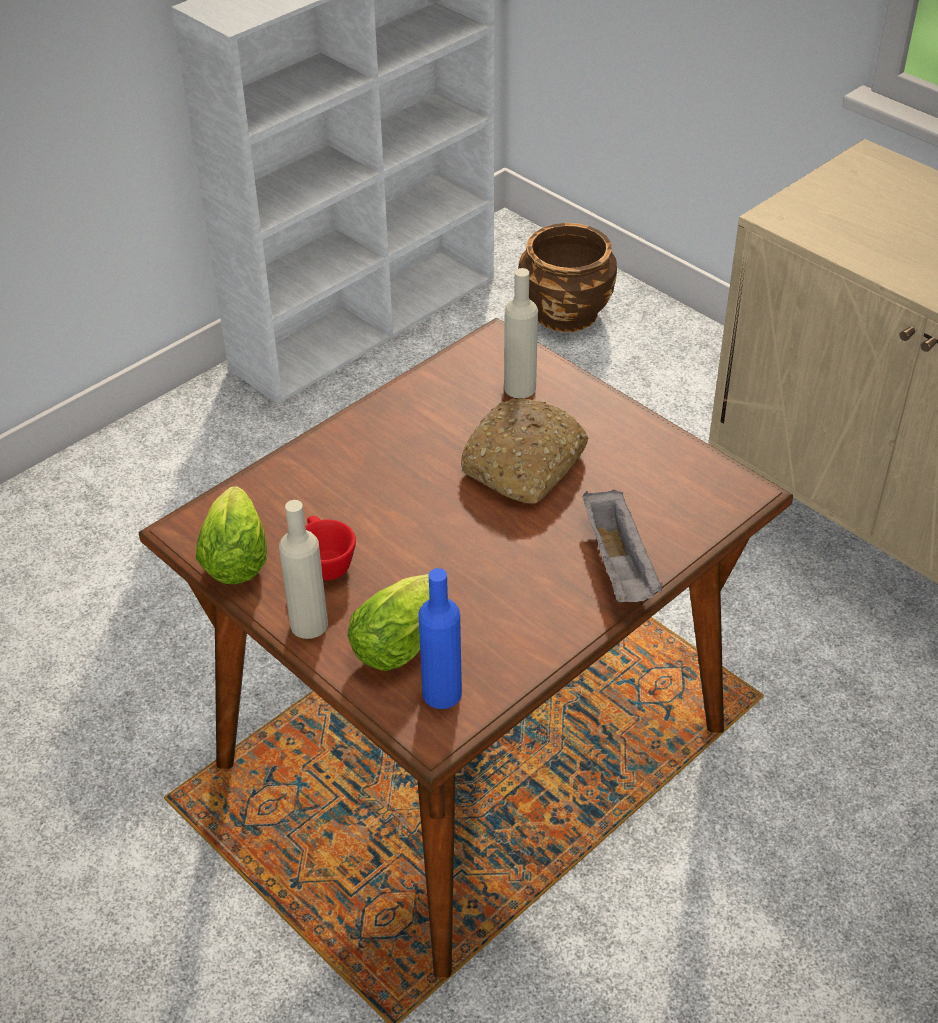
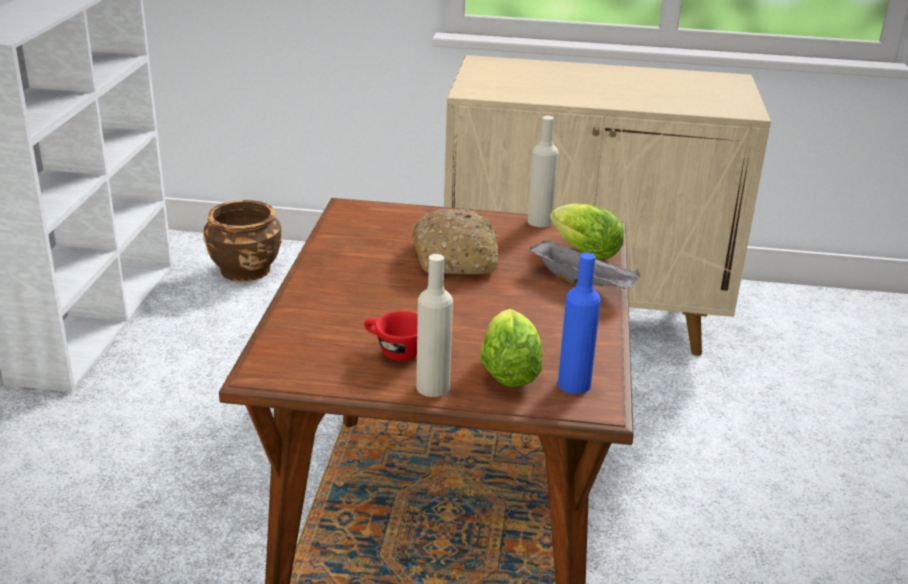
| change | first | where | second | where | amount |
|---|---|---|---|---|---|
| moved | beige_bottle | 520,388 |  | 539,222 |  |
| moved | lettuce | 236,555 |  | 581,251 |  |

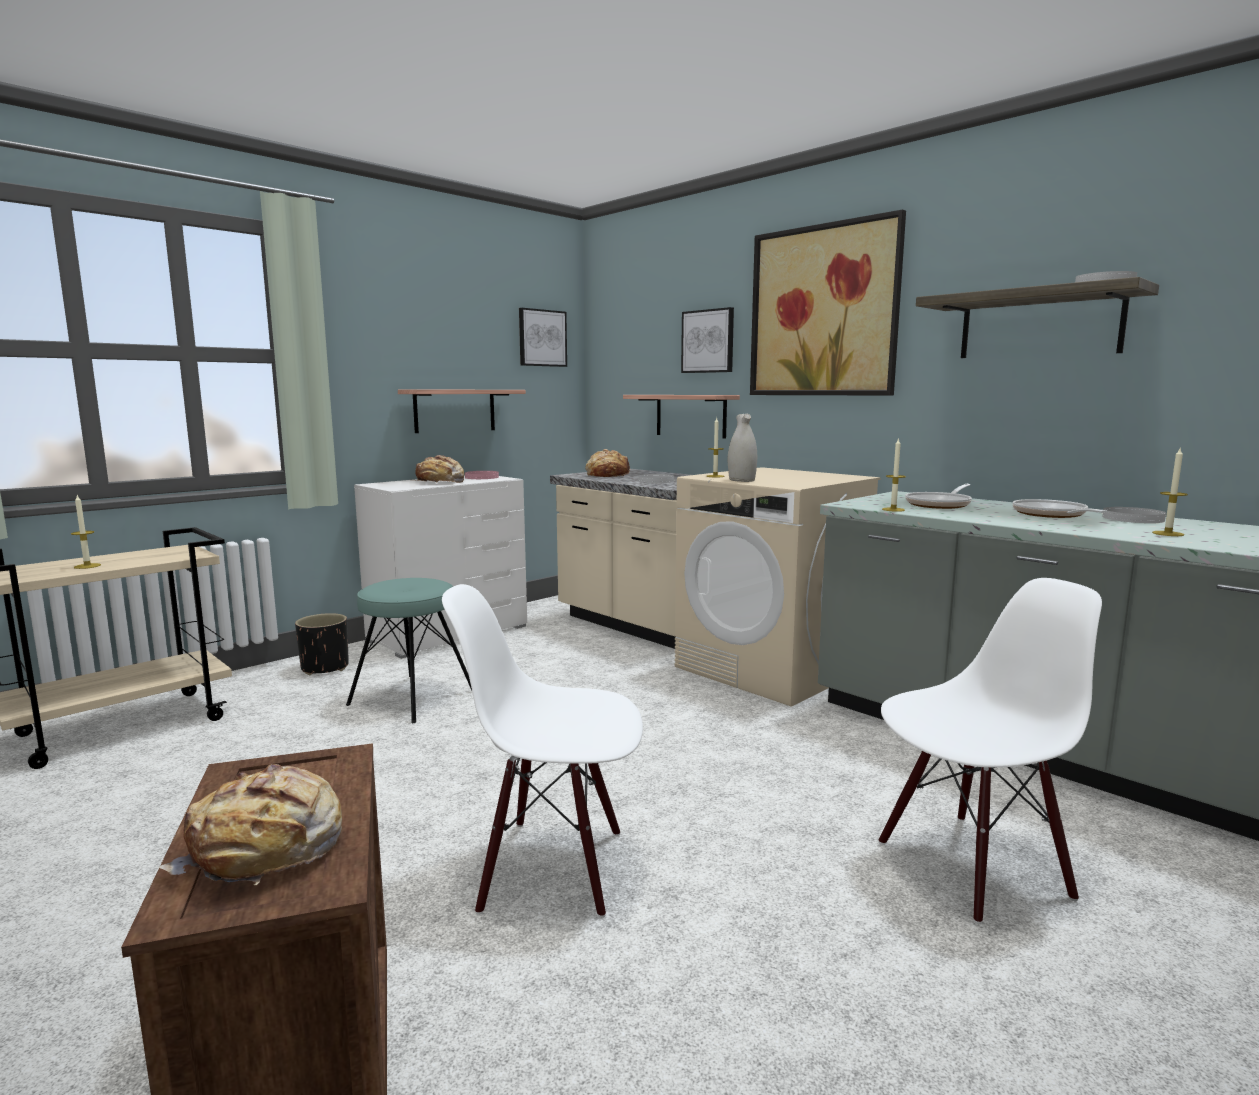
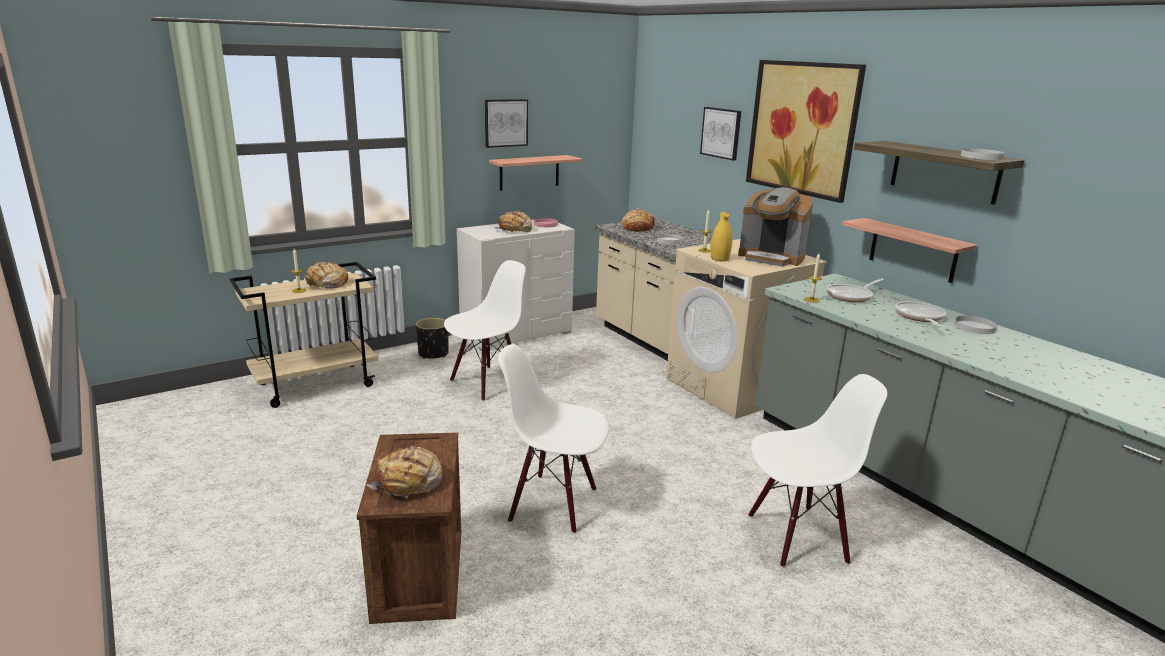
| change | first | where | second | where | amount |
|---|---|---|---|---|---|
| moved | picture | 542,338 |  | 505,123 |  |
| moved | shelf | 690,415 |  | 913,250 |  |
| recoloured | white_vase | 741,480 | yellow_vase | 719,258 |  |
| removed | candle | 1168,533 |  |  |  |
| replaced | turquoise_stool | 412,698 | white_chair | 487,383 |  |
| added |  |  | coffee_machine | 771,258 |  |
| added |  |  | bread | 326,283 |  |

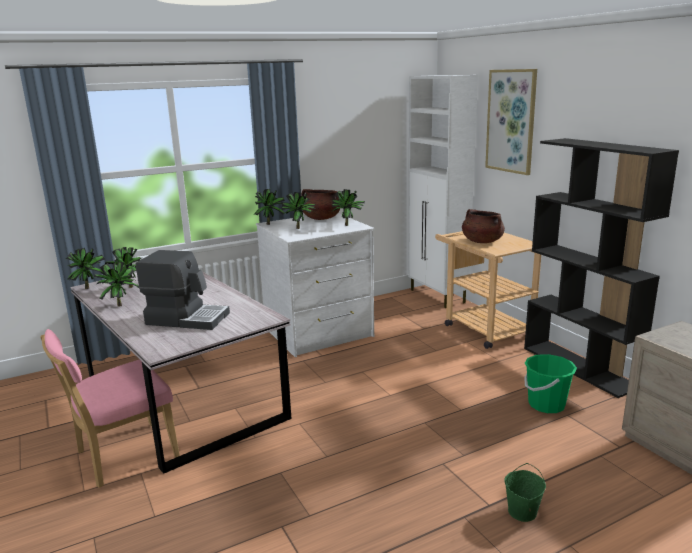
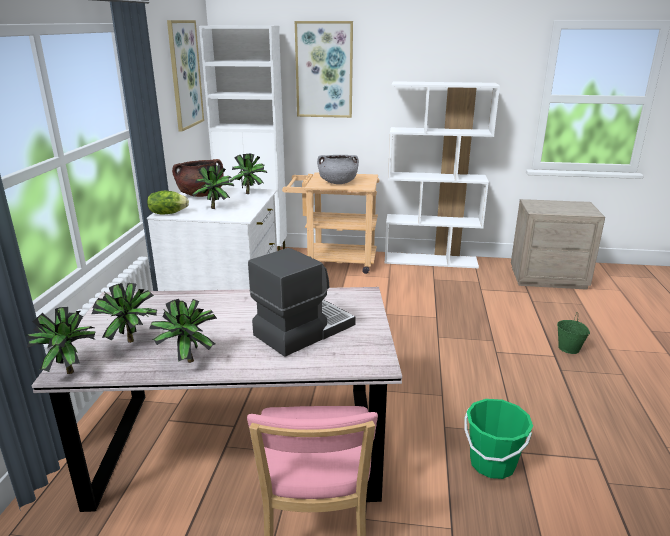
| change | first | where | second | where | amount |
|---|---|---|---|---|---|
| recoloured | black_bookcase | 580,367 | white_bookcase | 431,260 |  |
| replaced | potted_plant | 270,224 | lettuce | 168,213 |  |
| recoloured | brown_cooking_pot | 481,241 | grey_cooking_pot | 338,183 |  |
| moved | green_bucket | 546,405 |  | 492,463 |  |
| added |  |  | picture | 184,75 |  |

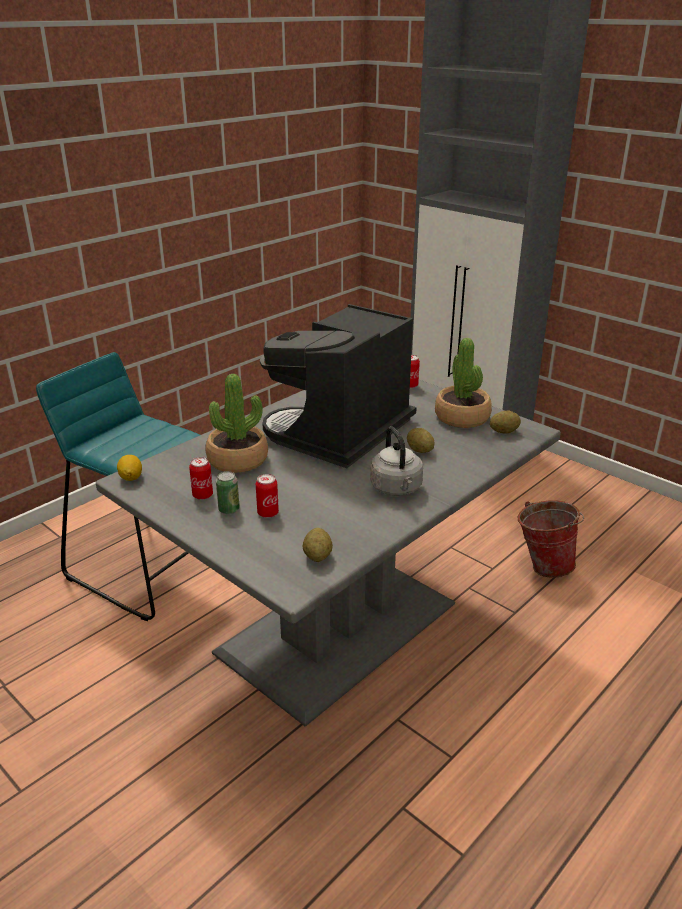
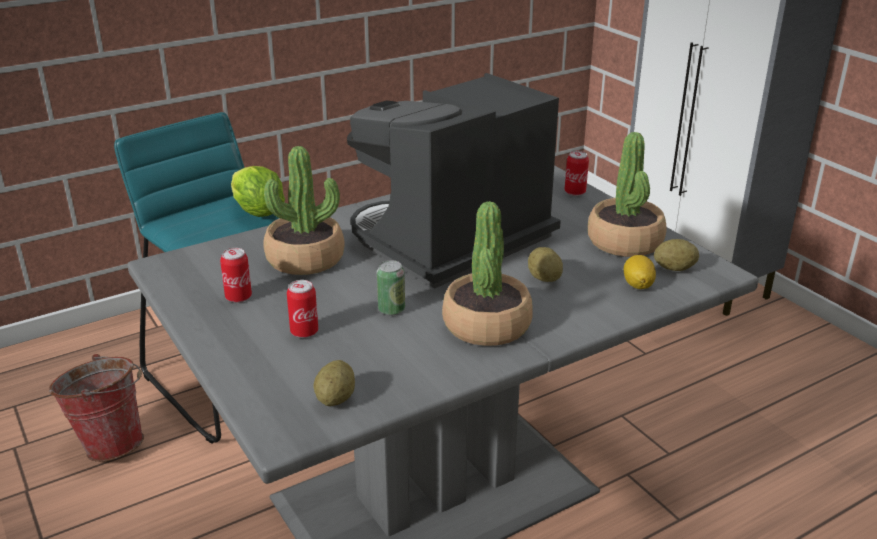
| change | first | where | second | where | amount |
|---|---|---|---|---|---|
| replaced | grey_kettle | 397,489 | potted_plant | 487,325 |  |
| moved | lemon | 131,477 |  | 638,285 |  |
| moved | can | 229,509 |  | 391,310 |  |
| moved | bucket | 543,565 |  | 111,442 |  |
| added |  |  | lettuce | 257,212 |  |

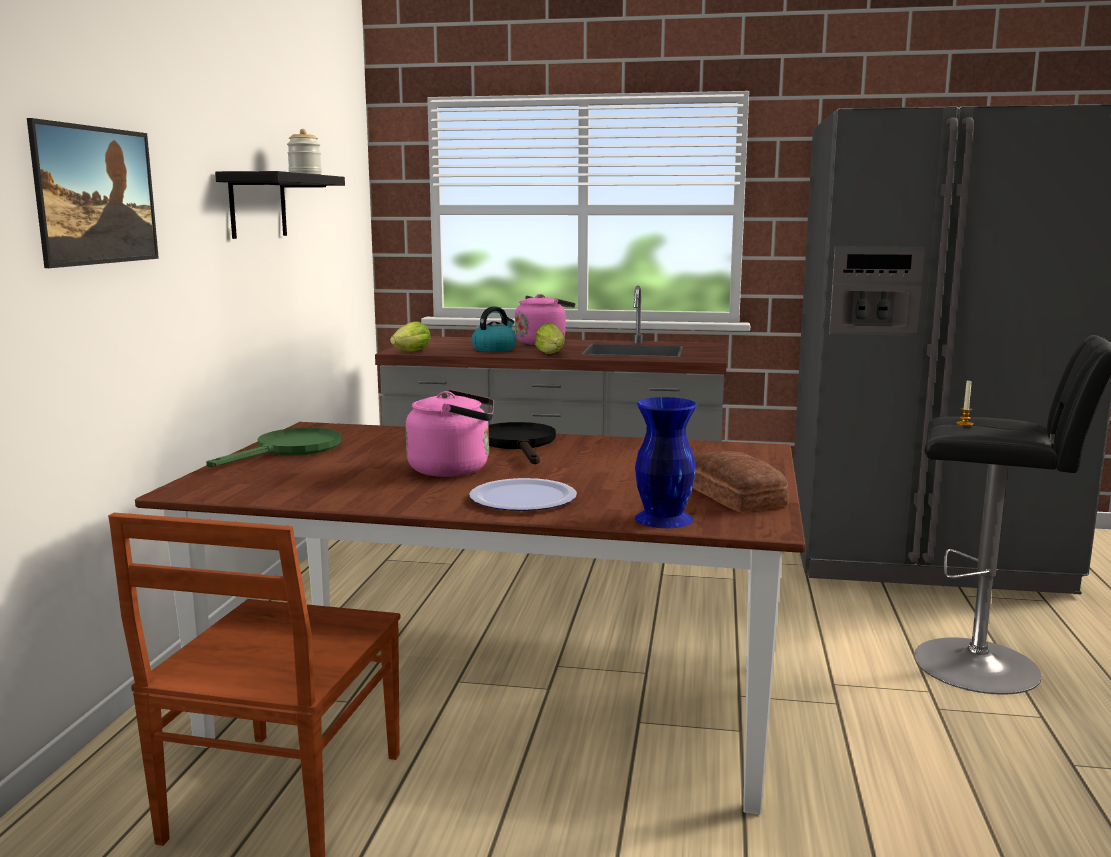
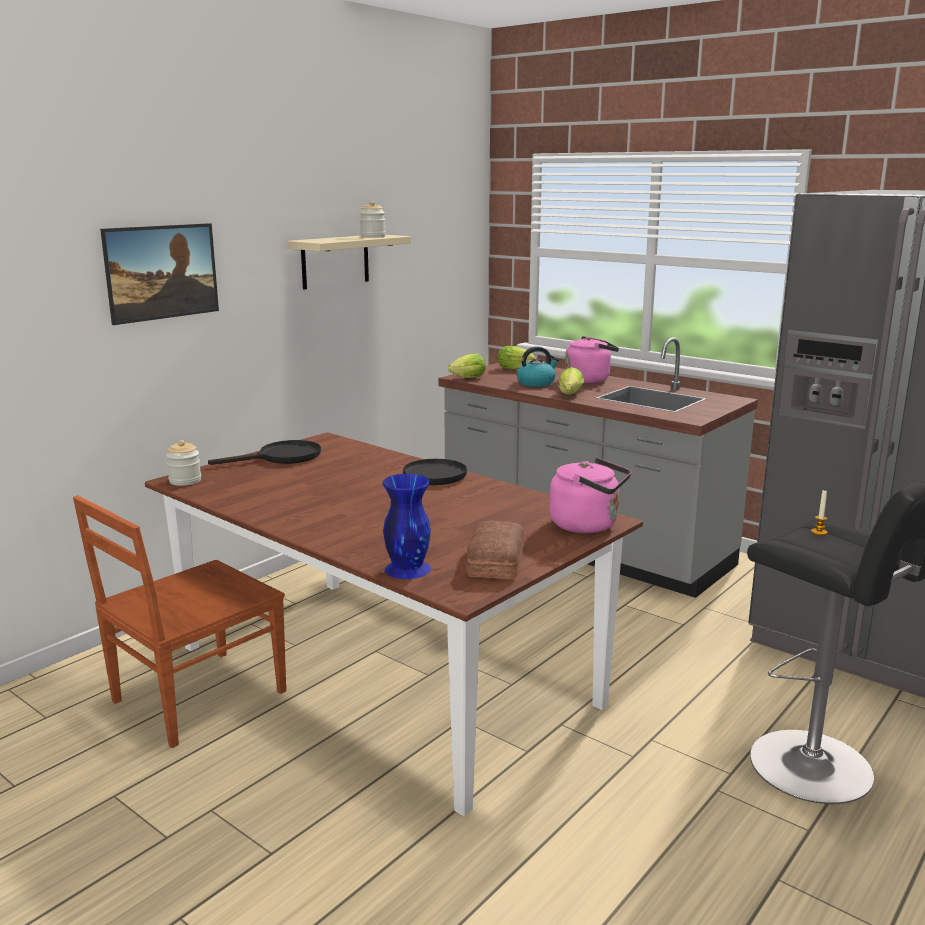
| change | first | where | second | where | amount |
|---|---|---|---|---|---|
| recoloured | black_shelf | 258,206 | beige_shelf | 335,261 |  |
| moved | pink_kettle | 454,469 |  | 588,525 |  |
| recoloured | green_frying_pan | 290,450 | black_frying_pan | 281,457 |  |
| removed | plate | 523,498 |  |  |  |
| added |  |  | lettuce | 516,369 |  |
| added |  |  | jar | 185,481 |  |

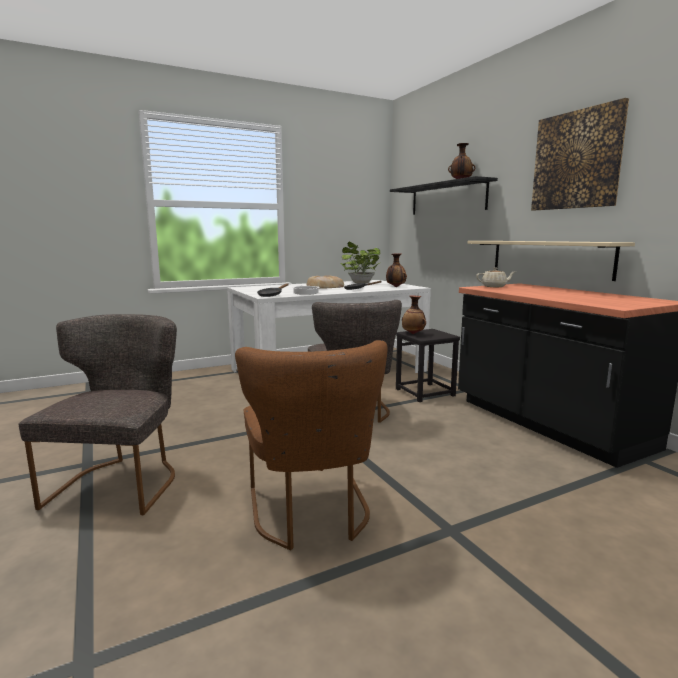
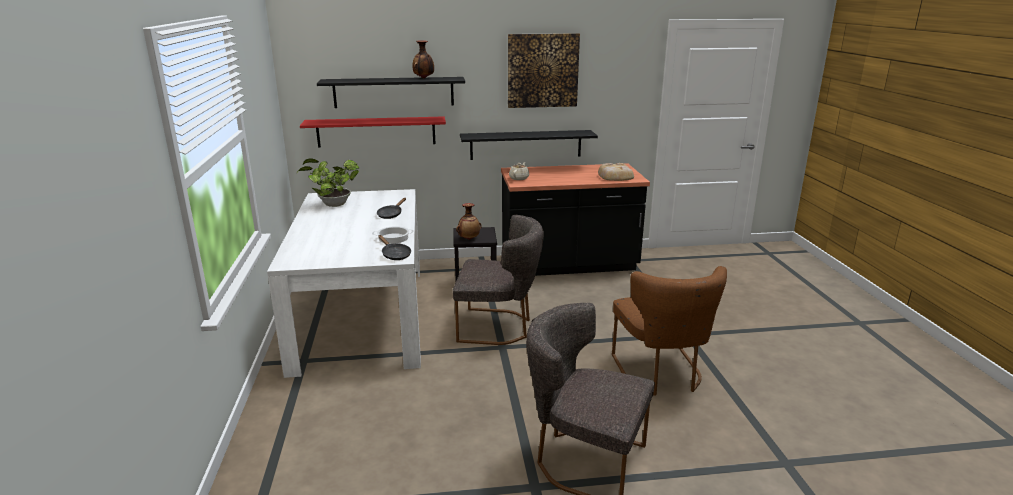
| change | first | where | second | where | amount |
|---|---|---|---|---|---|
| recoloured | beige_shelf | 549,258 | black_shelf | 526,144 |  |
| removed | vase | 395,287 |  |  |  |
| moved | bread | 324,287 |  | 615,176 |  |
| turned | brown_chair | 312,514 |  | 661,374 | 75 degrees clockwise |
| added |  |  | red_shelf | 376,131 |  |

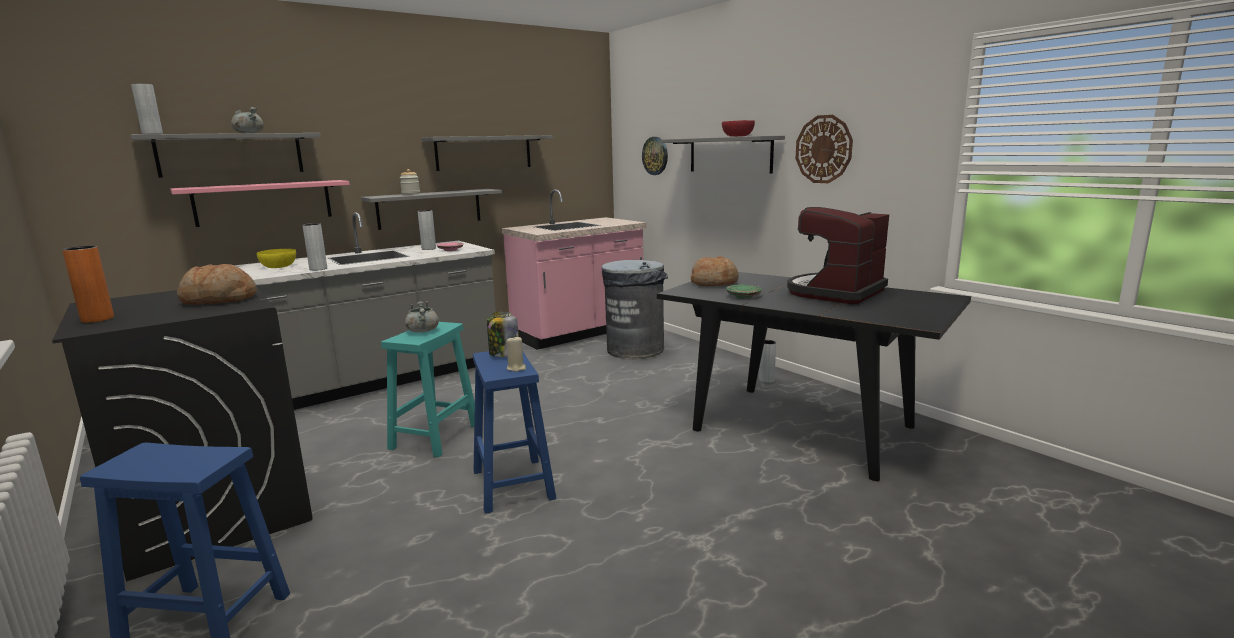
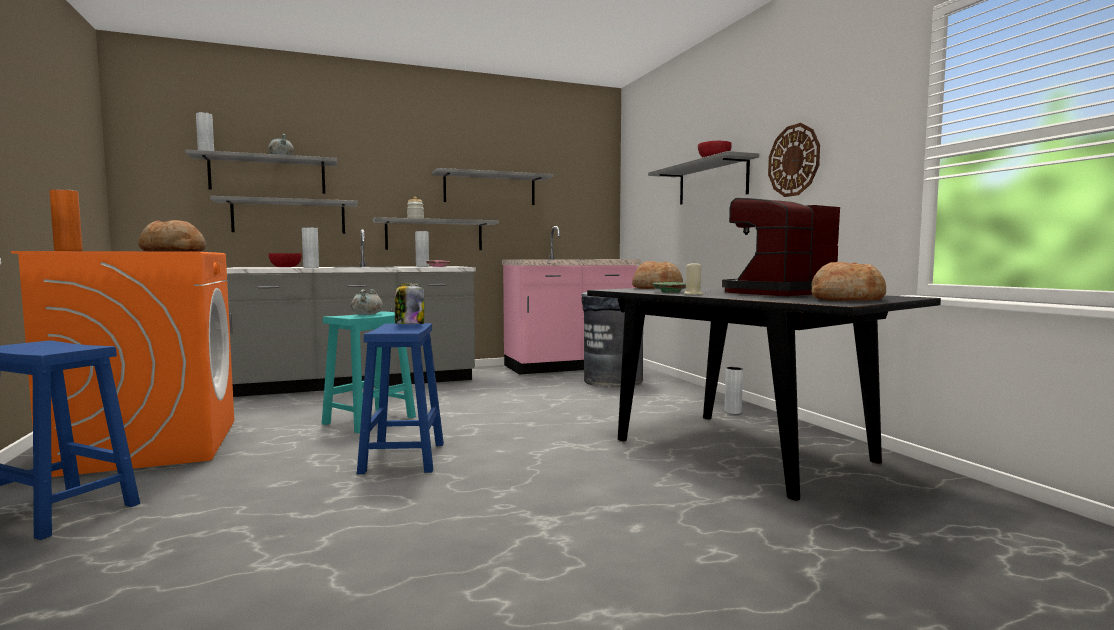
| change | first | where | second | where | amount |
|---|---|---|---|---|---|
| removed | wall_clock | 655,156 |  |  |  |
| recoloured | pink_shelf | 264,202 | grey_shelf | 289,217 |  |
| recoloured | yellow_bowl | 279,267 | red_bowl | 286,267 |  |
| recoloured | black_washing_machine | 216,511 | orange_washing_machine | 149,446 |  |
| moved | beige_candle | 516,368 |  | 693,294 |  |
| added |  |  | bread | 846,299 |  |

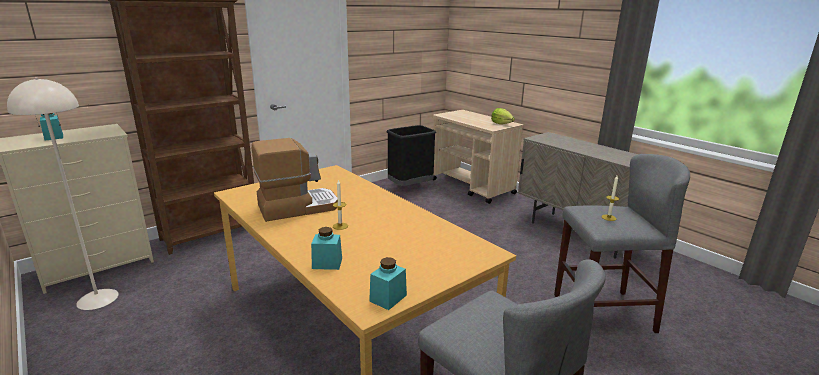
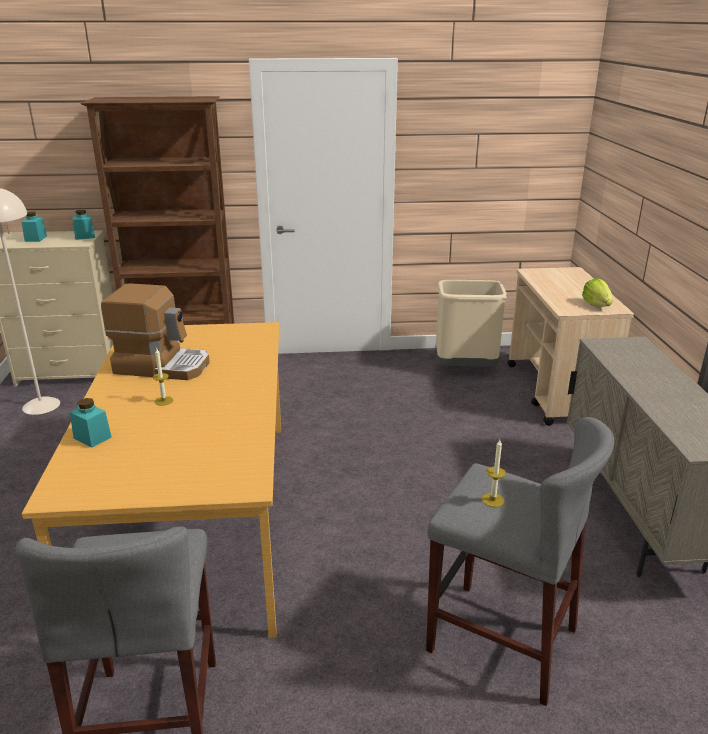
| change | first | where | second | where | amount |
|---|---|---|---|---|---|
| recoloured | black_trash_can | 410,187 | beige_trash_can | 465,368 |  |
| moved | turquoise_jar | 388,298 |  | 85,236 |  |

